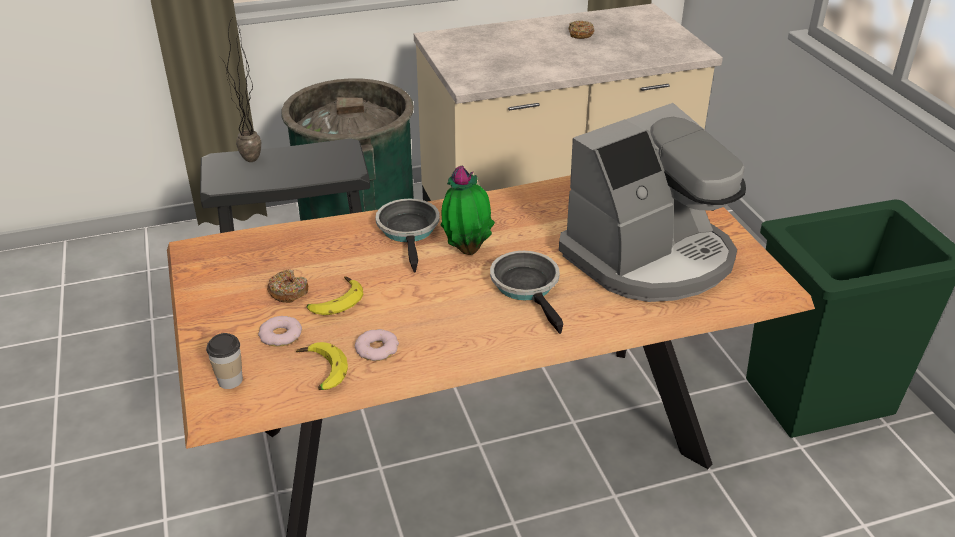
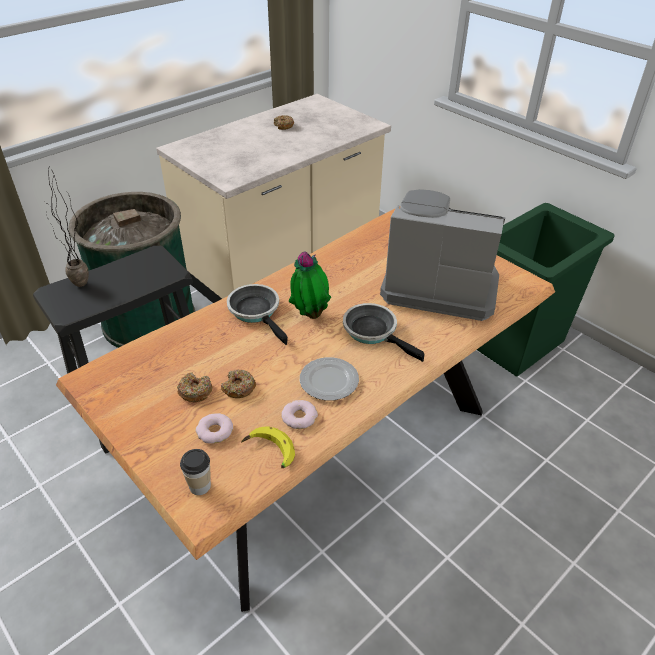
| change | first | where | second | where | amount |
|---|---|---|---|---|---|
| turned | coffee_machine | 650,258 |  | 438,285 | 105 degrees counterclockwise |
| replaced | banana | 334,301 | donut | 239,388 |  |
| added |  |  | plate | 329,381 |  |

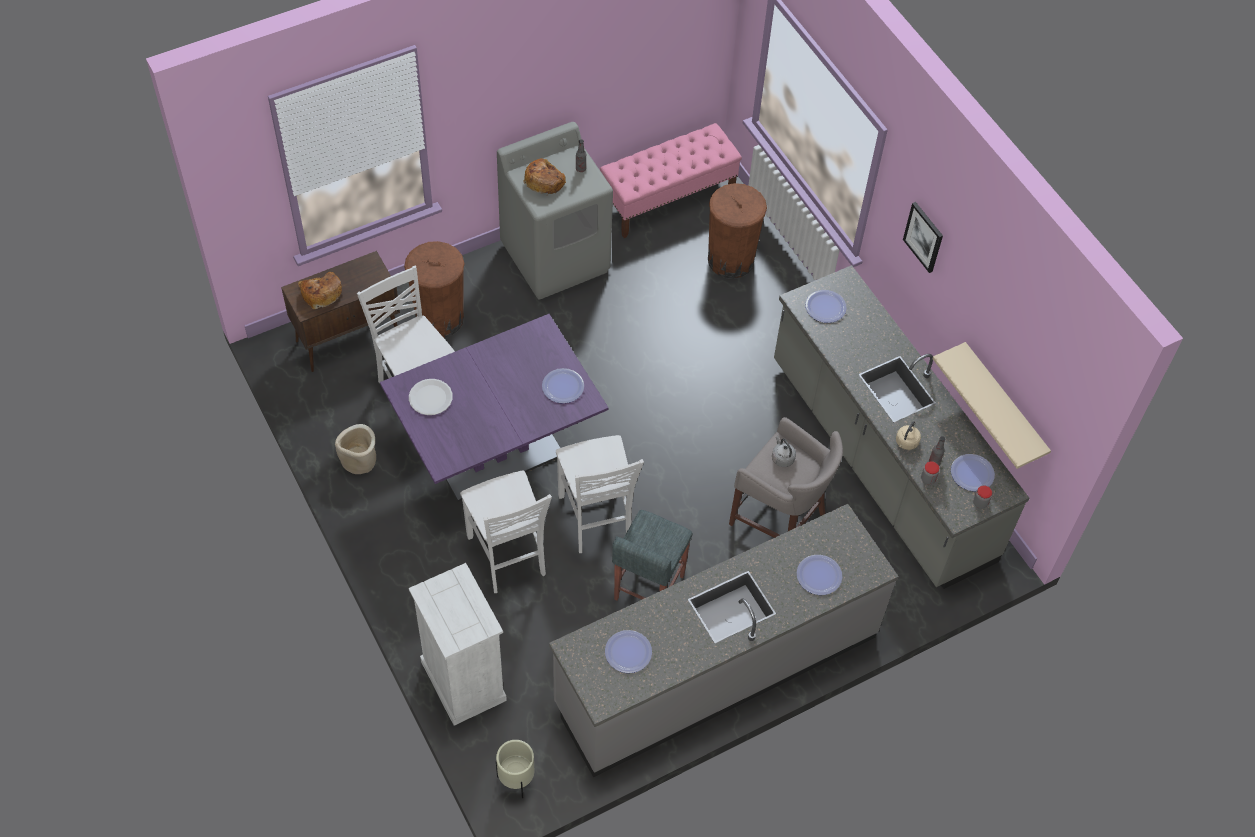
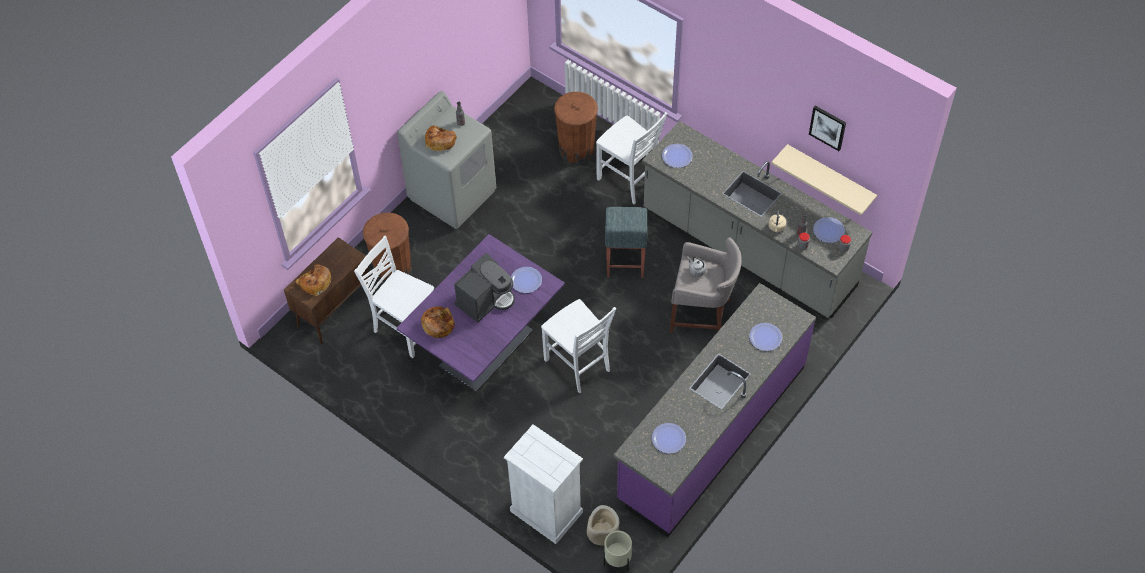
| change | first | where | second | where | amount |
|---|---|---|---|---|---|
| removed | pink_bench | 668,200 |  |  |  |
| moved | picture | 924,236 |  | 828,127 |  |
| replaced | white_plate | 430,398 | bread | 438,324 |  |
| moved | beige_planter | 359,461 |  | 602,533 |  |
| moved | white_chair | 508,557 |  | 629,181 |  |
| recoloured | grey_counter | 716,669 | purple_counter | 711,432 |  |
| moved | grey_stool | 648,588 |  | 625,261 |  |
| added |  |  | coffee_machine | 485,300 |  |

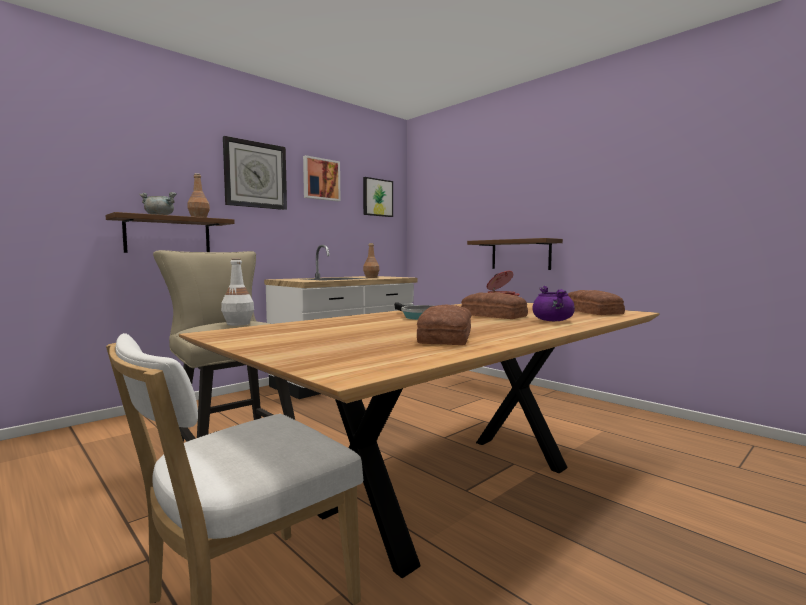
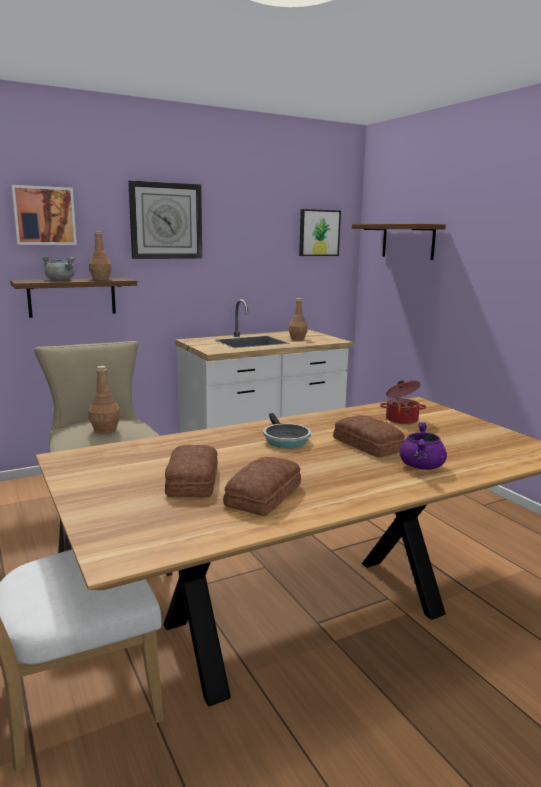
| change | first | where | second | where | amount |
|---|---|---|---|---|---|
| moved | picture | 320,179 |  | 44,216 |  |
| moved | brown_shelf | 520,254 |  | 408,241 |  |
| recoloured | white_bottle | 237,324 | brown_bottle | 105,430 |  |
| moved | bread | 591,312 |  | 191,481 |  |

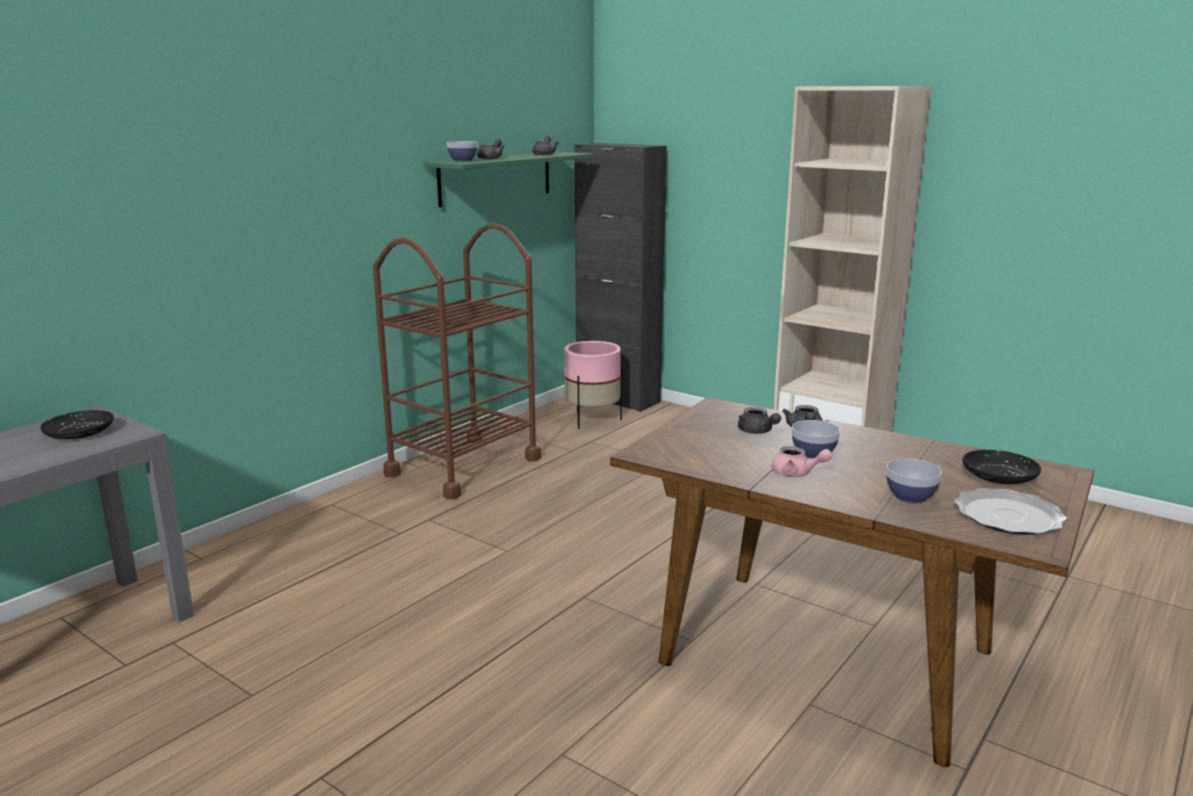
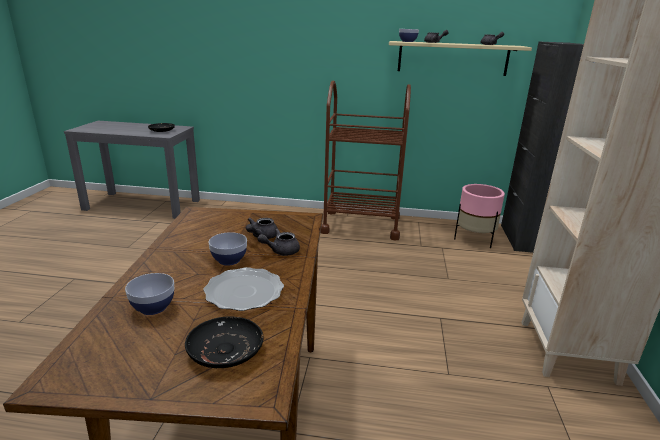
| change | first | where | second | where | amount |
|---|---|---|---|---|---|
| recoloured | green_shelf | 496,178 | beige_shelf | 452,58 |  |
| removed | pink_teapot | 796,473 |  |  |  |
| moved | plate | 1009,516 |  | 244,292 |  |

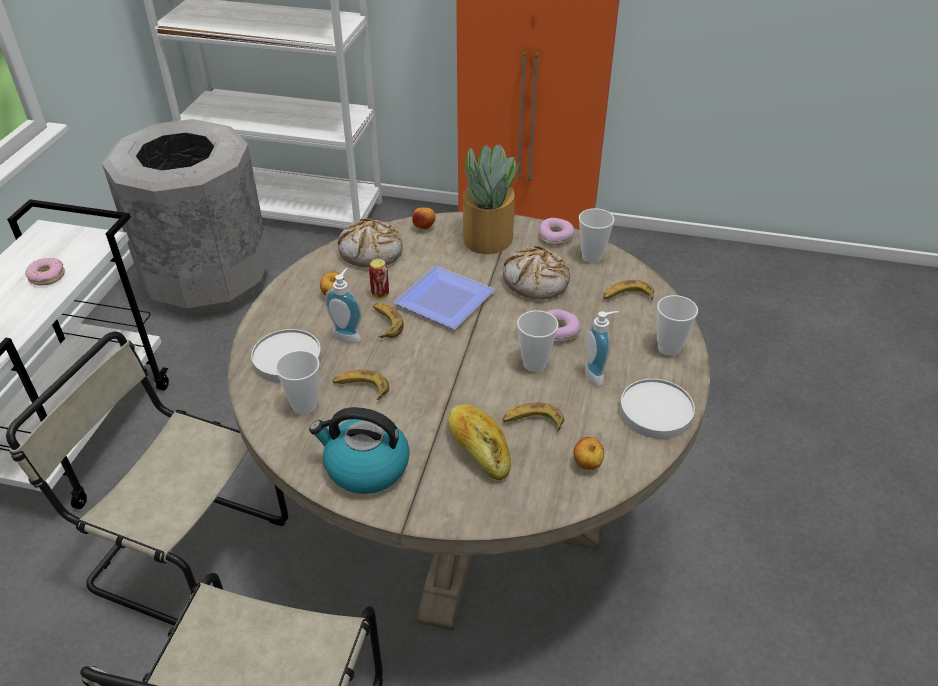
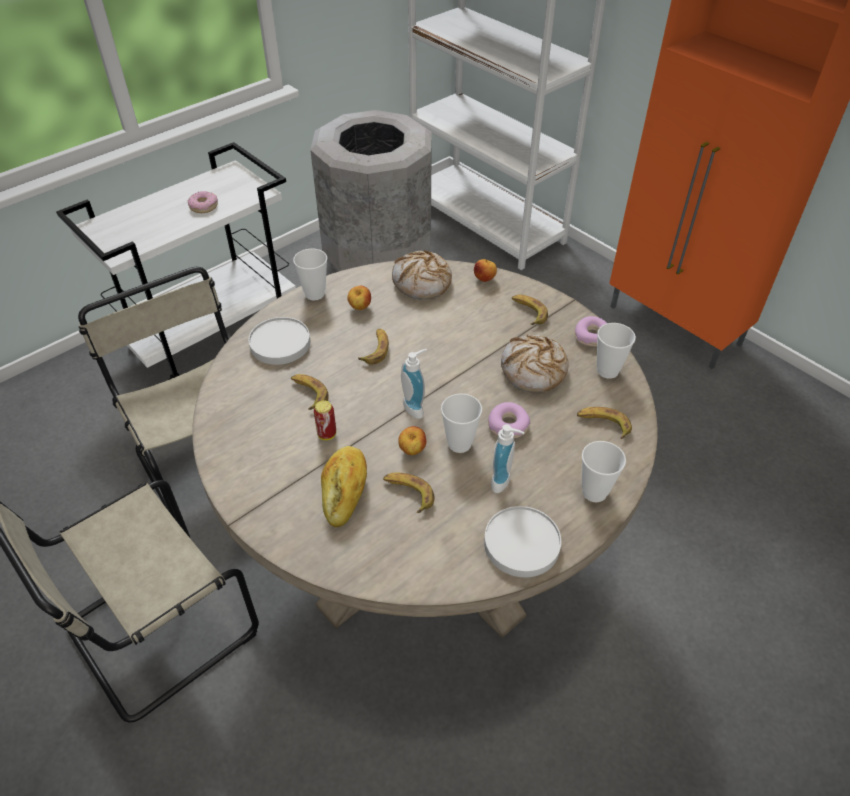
| change | first | where | second | where | amount |
|---|---|---|---|---|---|
| replaced | potted_plant | 487,239 | banana | 528,312 |  |
| moved | can | 380,294 |  | 327,434 |  |
| removed | plate | 441,301 |  |  |  |
| moved | soap_dispenser | 348,335 |  | 416,407 |  |
| moved | cup | 304,405 |  | 315,294 |  |
| removed | kettle | 365,467 |  |  |  |
| moved | apple | 587,465 |  | 412,450 |  |

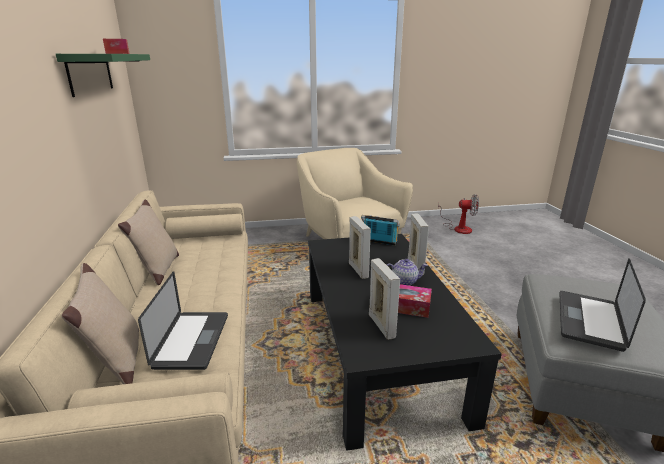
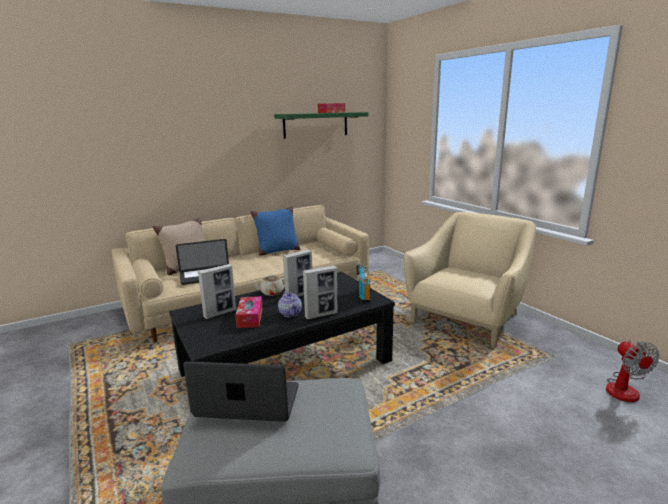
| change | first | where | second | where | amount |
|---|---|---|---|---|---|
| recoloured | beige_pillow | 158,270 | blue_pillow | 277,251 |  |
| added |  |  | beige_teapot | 271,292 |  |

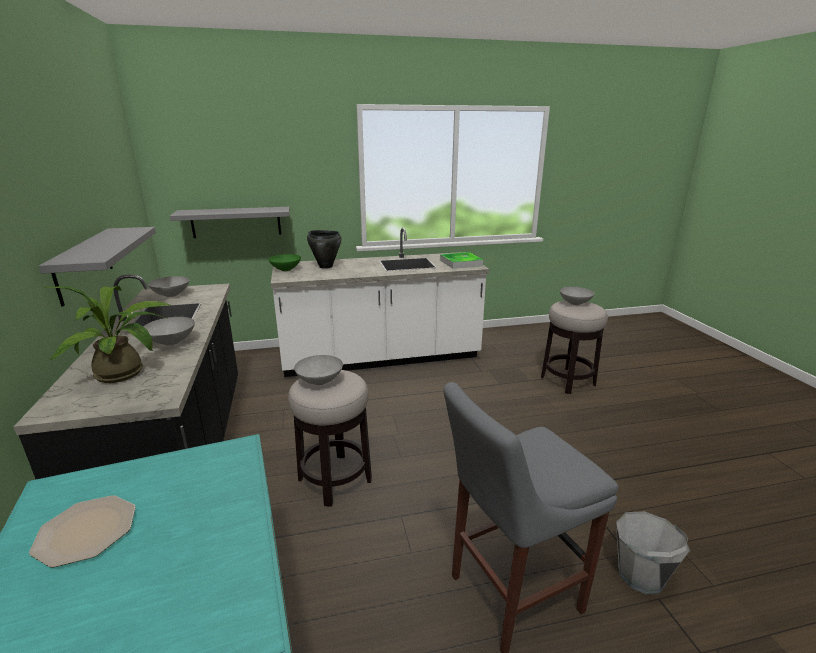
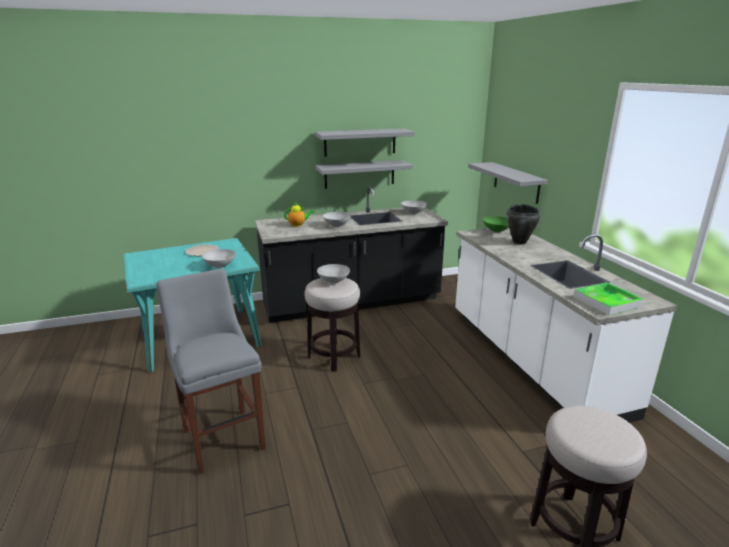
| change | first | where | second | where | amount |
|---|---|---|---|---|---|
| replaced | potted_plant | 125,374 | teapot | 298,225 |  |
| moved | grey_bowl | 575,303 |  | 219,266 |  |
| removed | grey_bucket | 641,575 |  |  |  |
| added |  |  | grey_shelf | 360,142 |  |

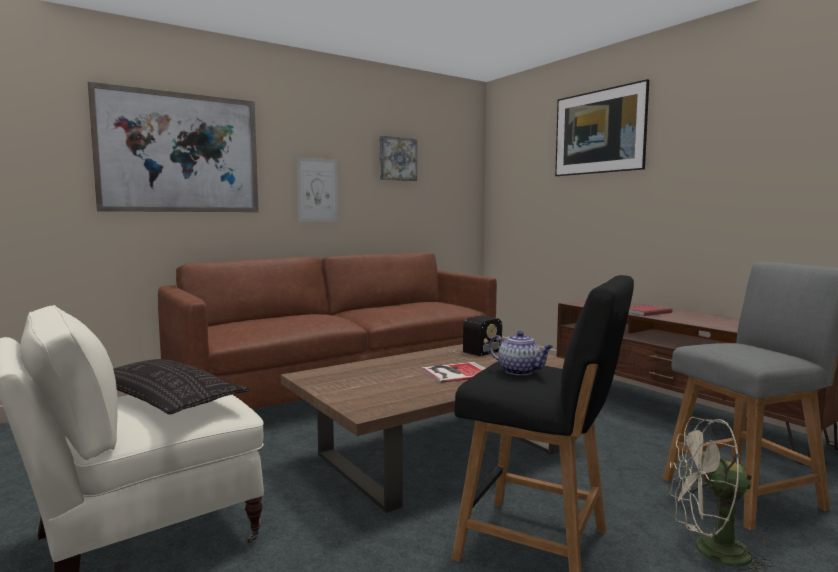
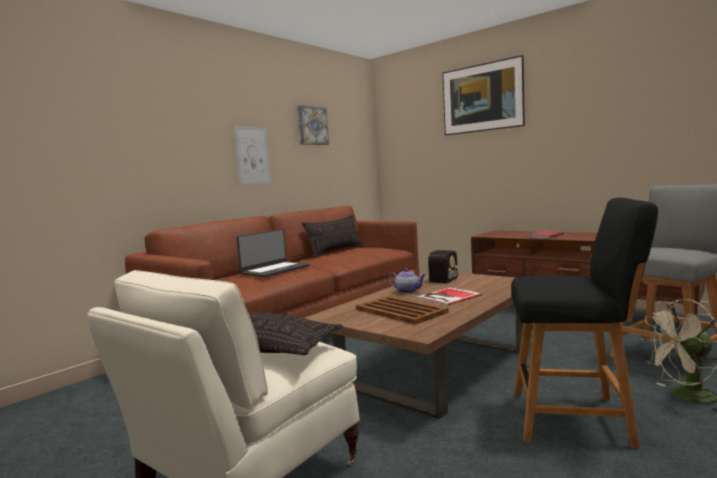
| change | first | where | second | where | amount |
|---|---|---|---|---|---|
| removed | picture | 180,153 |  |  |  |
| moved | teapot | 520,371 |  | 408,291 |  |
| added |  |  | pillow | 336,252 |  |
| added |  |  | laptop | 275,270 |  |
| added |  |  | brown_tray | 401,311 |  |

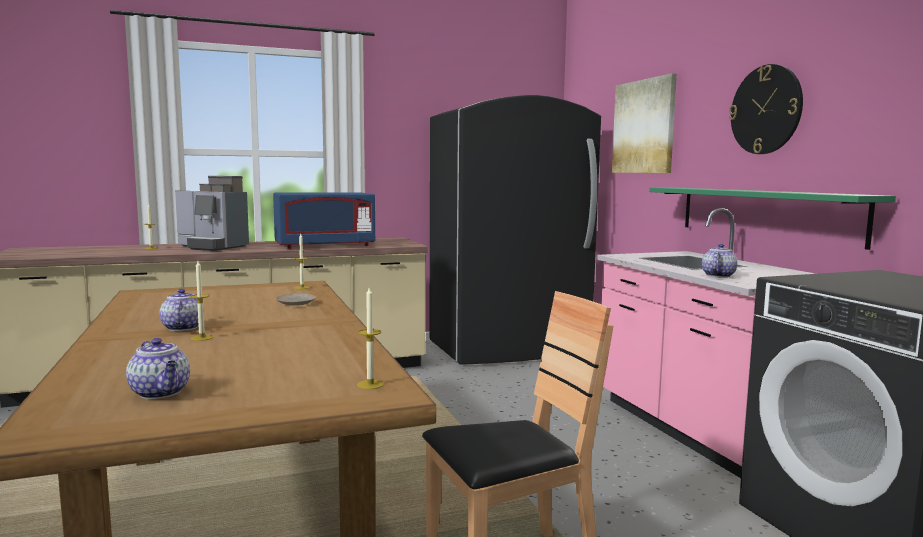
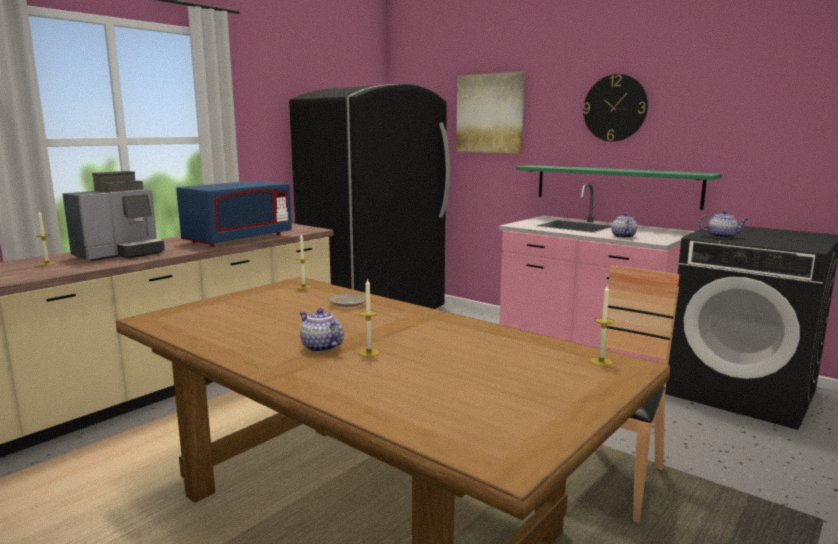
| change | first | where | second | where | amount |
|---|---|---|---|---|---|
| turned | coffee_machine | 213,247 |  | 121,254 | 45 degrees counterclockwise |
| moved | teapot | 161,393 |  | 722,237 |  |

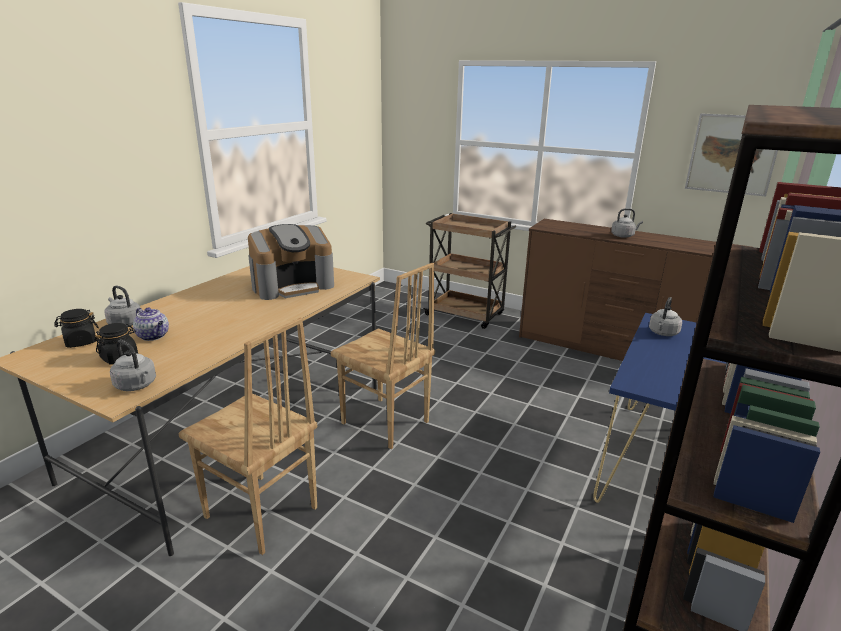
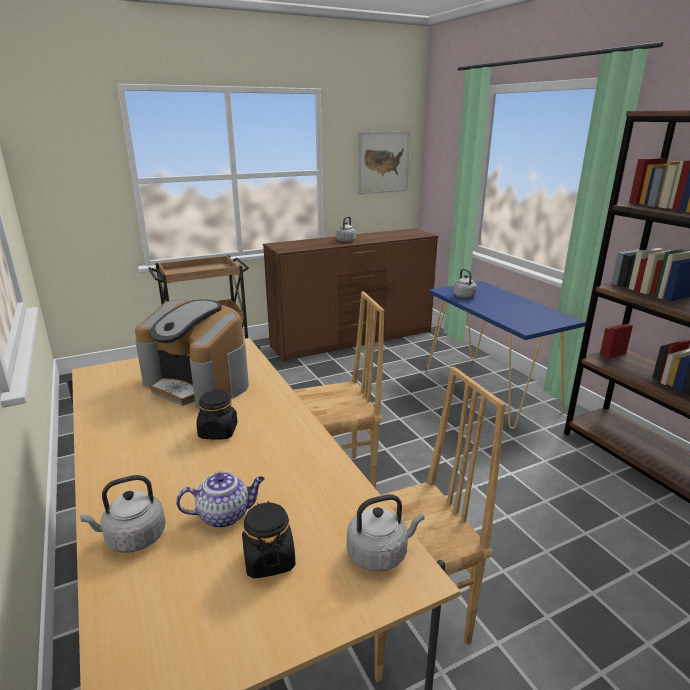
| change | first | where | second | where | amount |
|---|---|---|---|---|---|
| turned | coffee_machine | 293,286 |  | 199,383 | 120 degrees clockwise |
| moved | black_jar | 81,342 |  | 218,432 |  |

